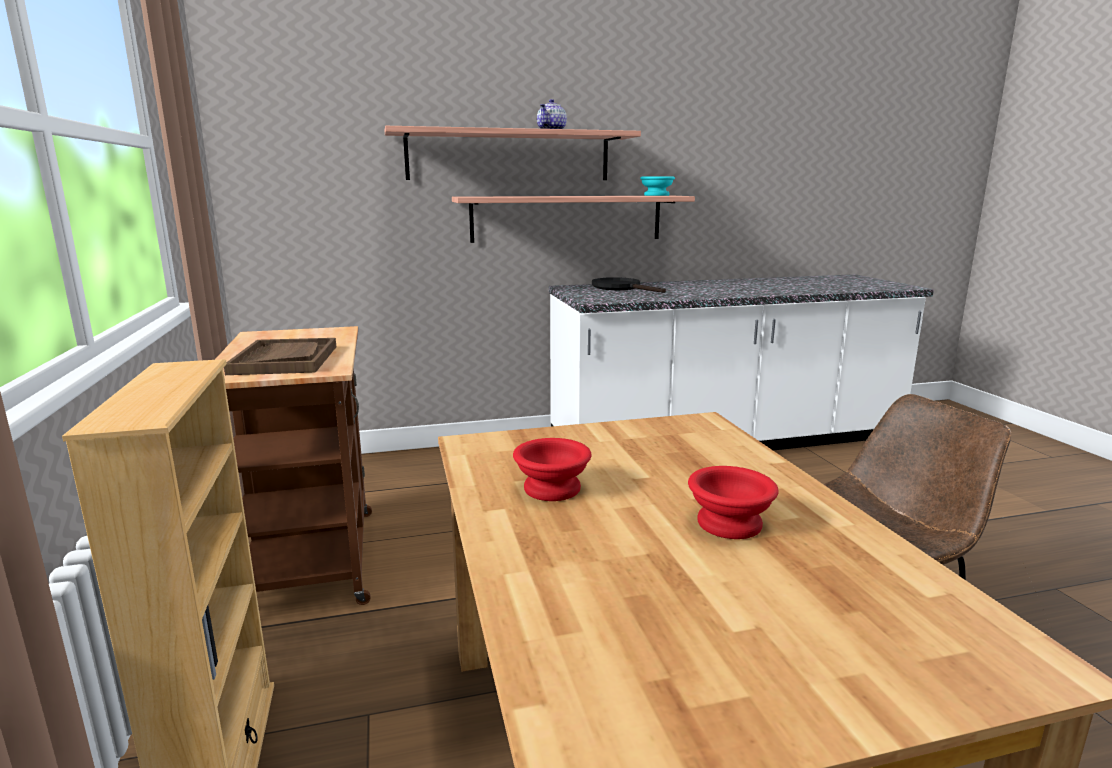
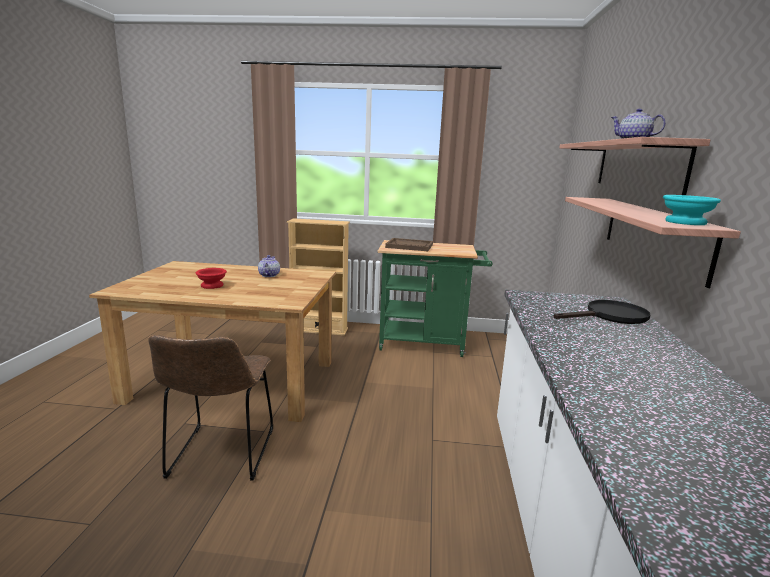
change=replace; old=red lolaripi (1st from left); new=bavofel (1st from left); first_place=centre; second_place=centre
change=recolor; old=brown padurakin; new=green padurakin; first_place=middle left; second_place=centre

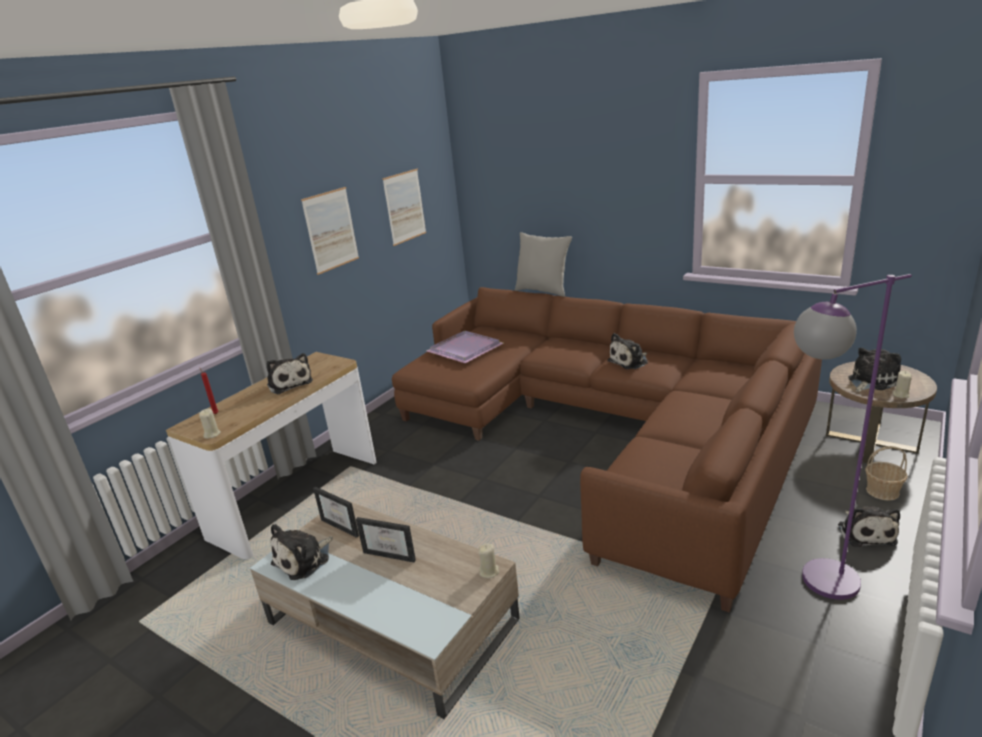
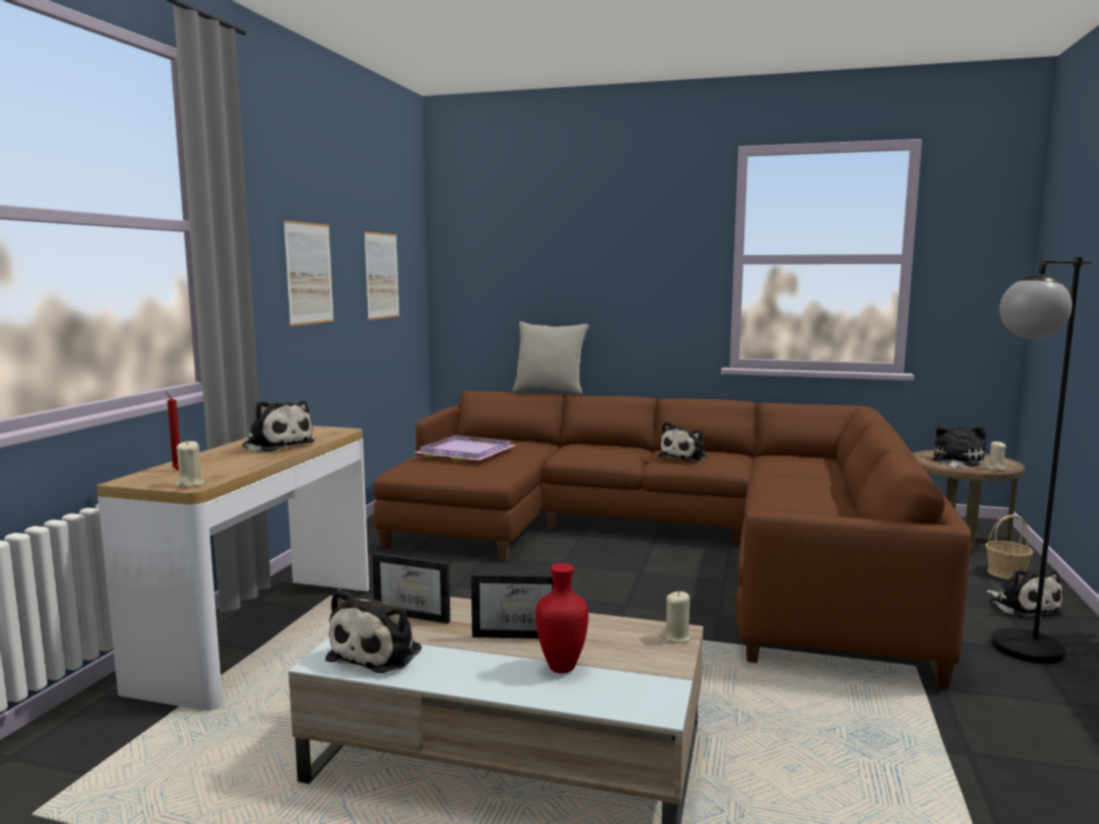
change=insert; new=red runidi; second_place=bottom centre
change=recolor; old=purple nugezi; new=black nugezi; first_place=middle right; second_place=middle right

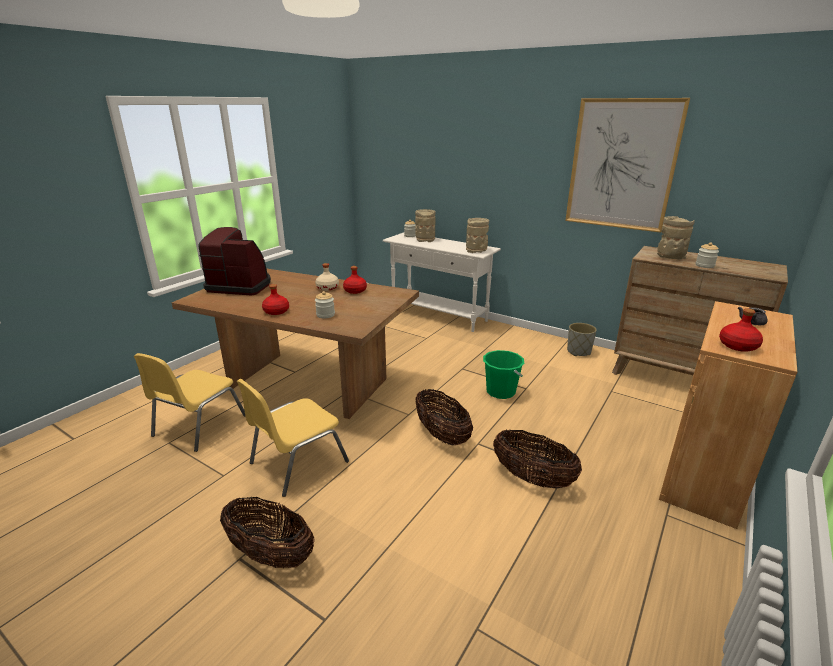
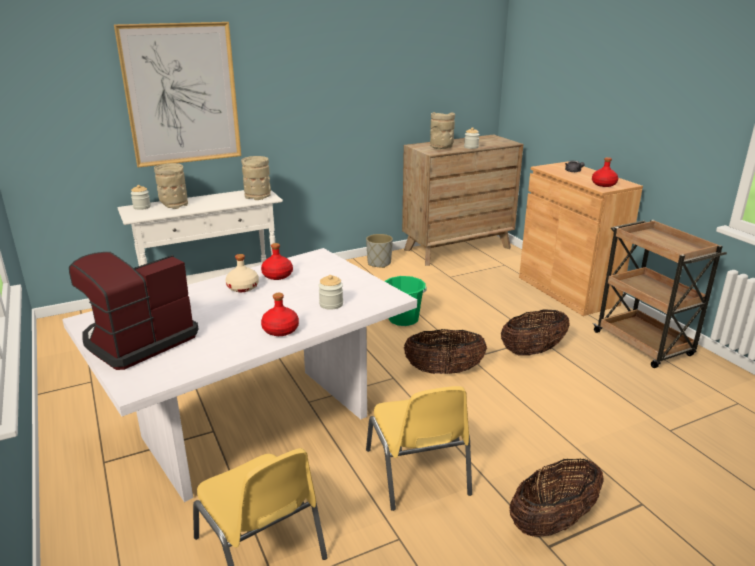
change=insert; new=brown padurakin; second_place=middle right
change=move; old=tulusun; first_place=top right; second_place=top left
change=recolor; old=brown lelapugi; new=white lelapugi; first_place=centre; second_place=middle left

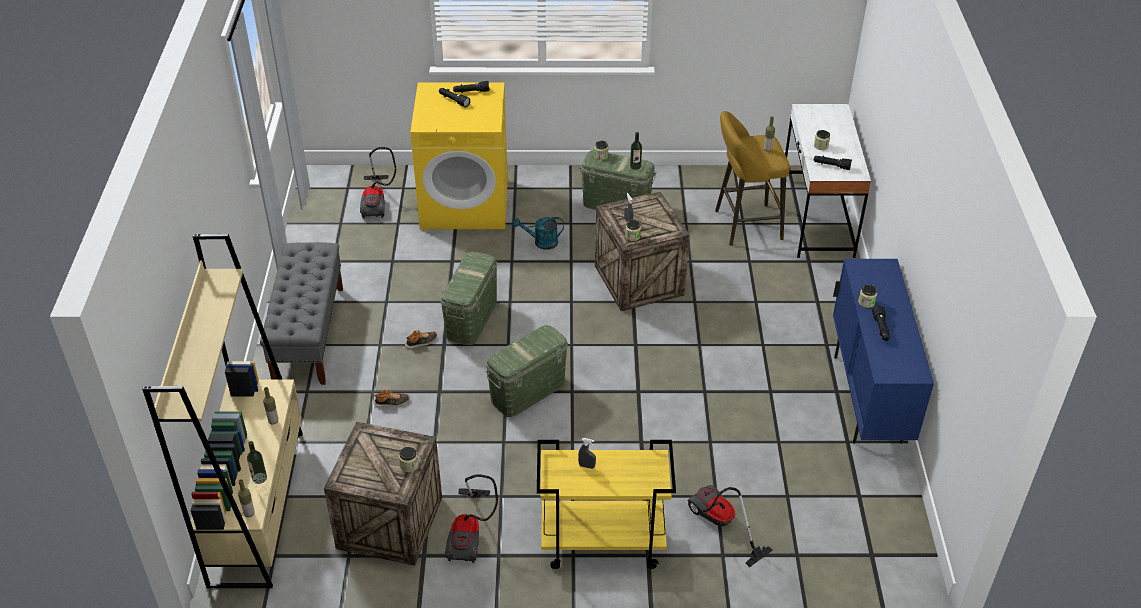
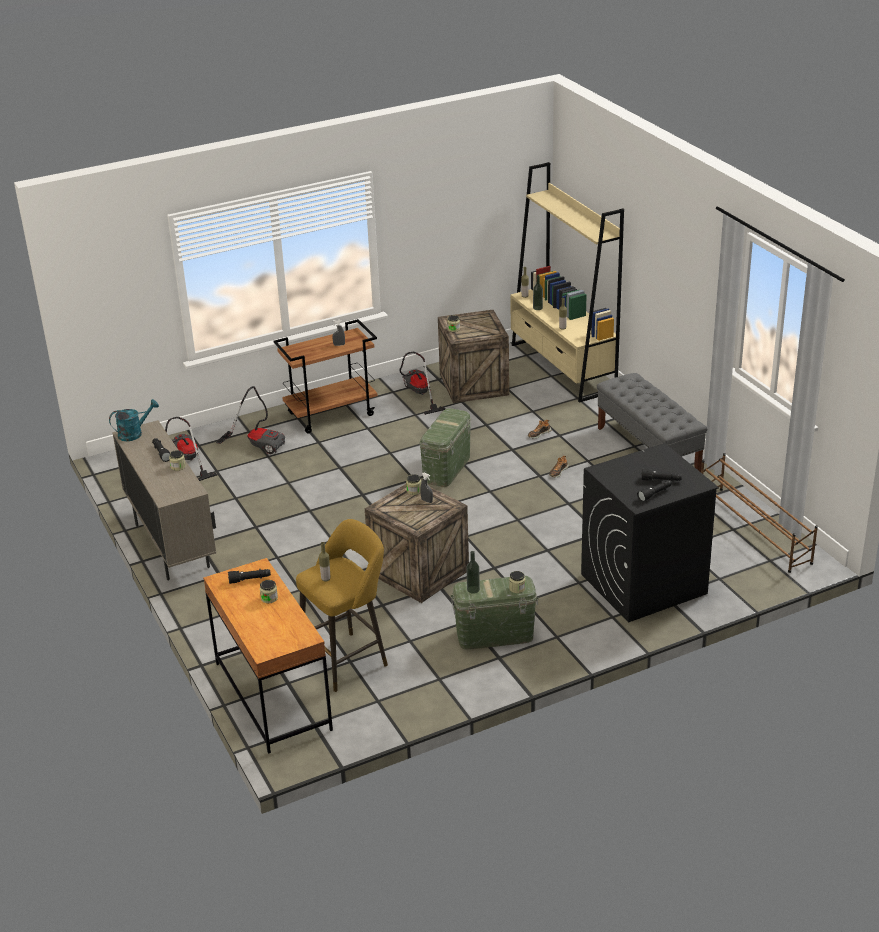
change=delete; old=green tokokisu (1st from left); first_place=centre
change=insert; new=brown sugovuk; second_place=middle right
change=move; old=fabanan (1st from left); first_place=top left; second_place=middle left
change=move; old=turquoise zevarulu; first_place=centre; second_place=middle left
change=recolor; old=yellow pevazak; new=black pevazak; first_place=top centre; second_place=middle right
change=recolor; old=yellow padurakin; new=brown padurakin; first_place=bottom centre; second_place=centre
change=recolor; old=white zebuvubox; new=brown zebuvubox; first_place=top right; second_place=bottom left
change=recolor; old=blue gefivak; new=beige gefivak; first_place=middle right; second_place=middle left

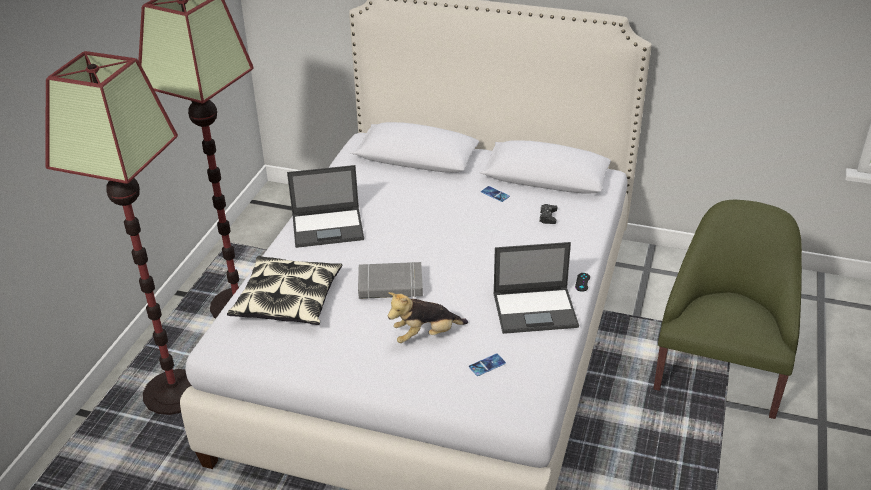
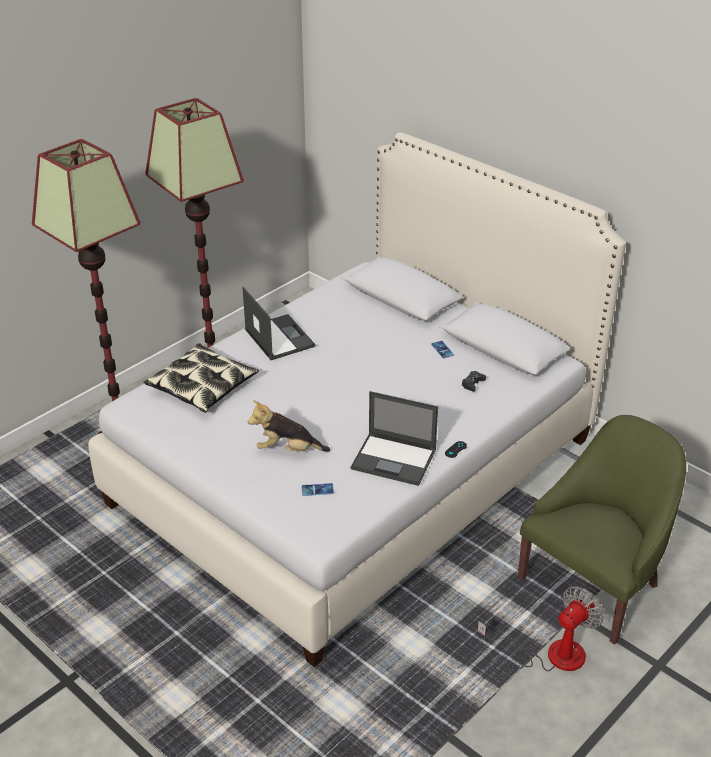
change=delete; old=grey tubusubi; first_place=centre
change=insert; new=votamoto; second_place=bottom right
change=rotate; old=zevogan (1st from left); first_place=centre; second_place=centre; degrees=-135

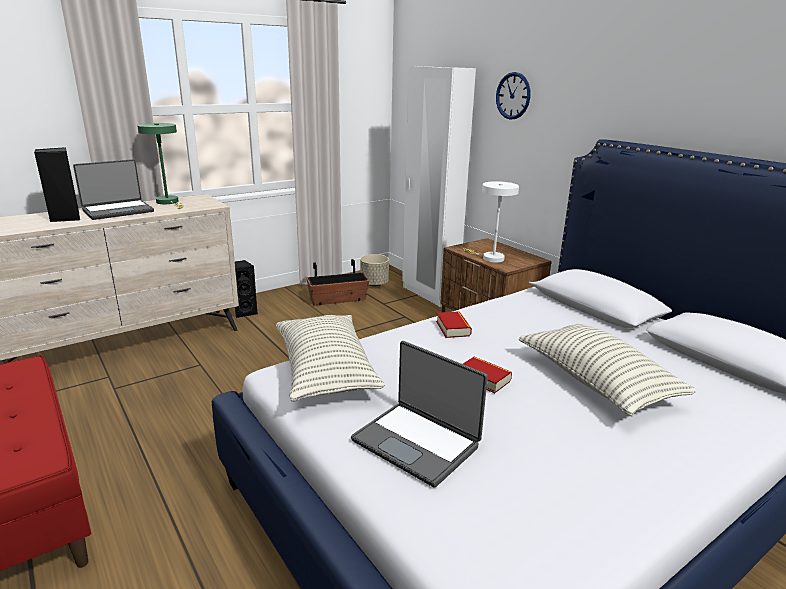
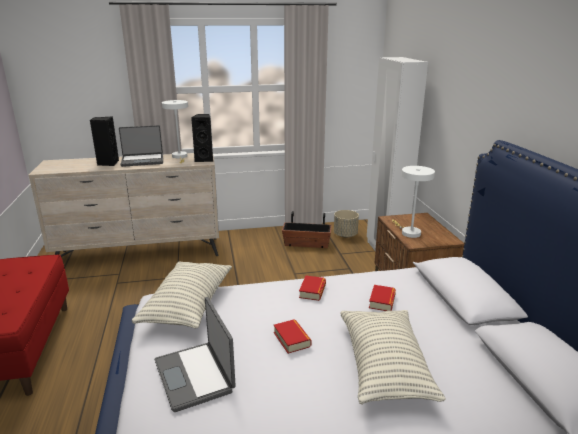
change=delete; old=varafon; first_place=top centre
change=insert; new=tubusubi (3rd from left); second_place=bottom centre
change=move; old=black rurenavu (2nd from left); first_place=middle left; second_place=top centre
change=recolor; old=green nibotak; new=white nibotak (1st from left); first_place=top left; second_place=top left

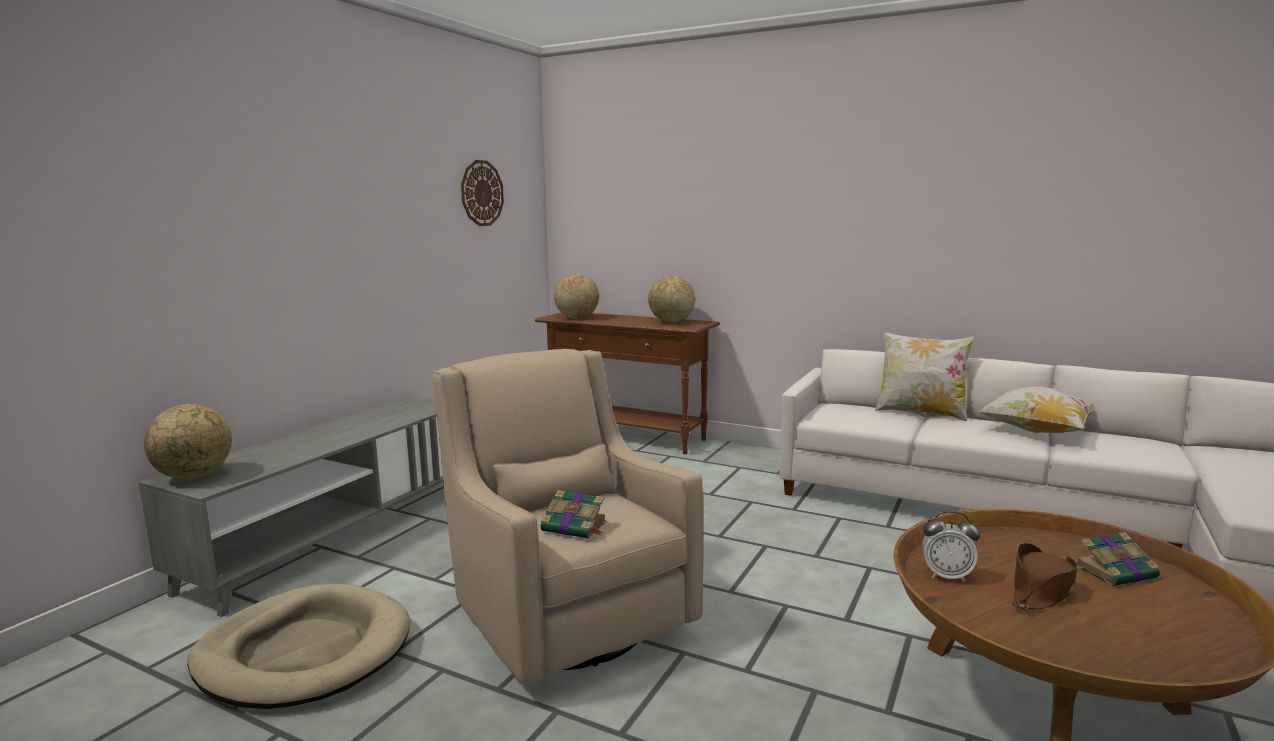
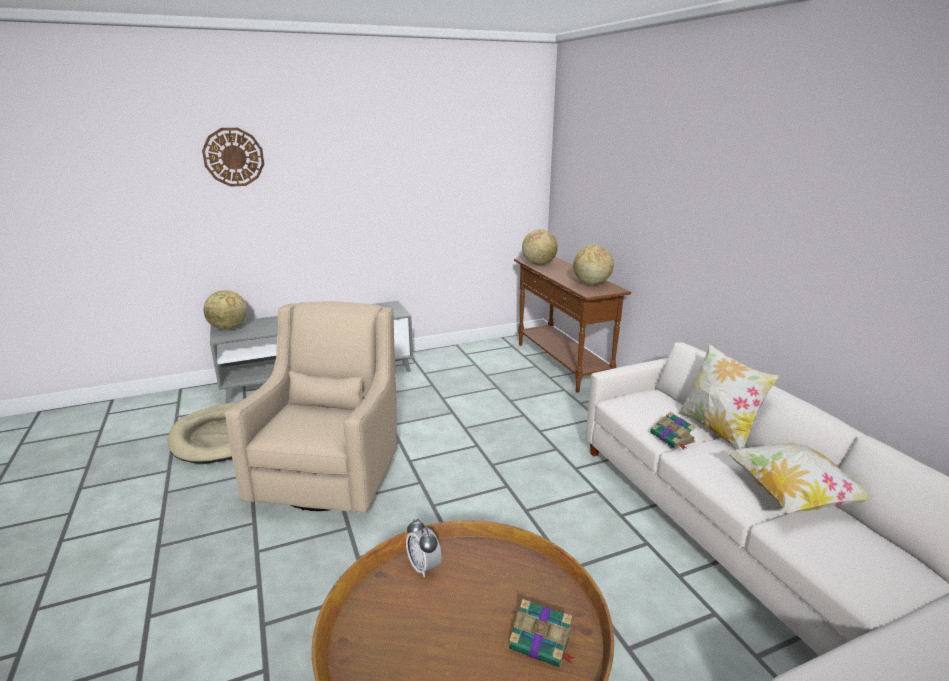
change=delete; old=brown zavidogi; first_place=bottom right
change=move; old=varafon; first_place=top centre; second_place=top left
change=move; old=tubusubi (1st from left in the first image); new=tubusubi (2nd from left); first_place=bottom centre; second_place=middle right

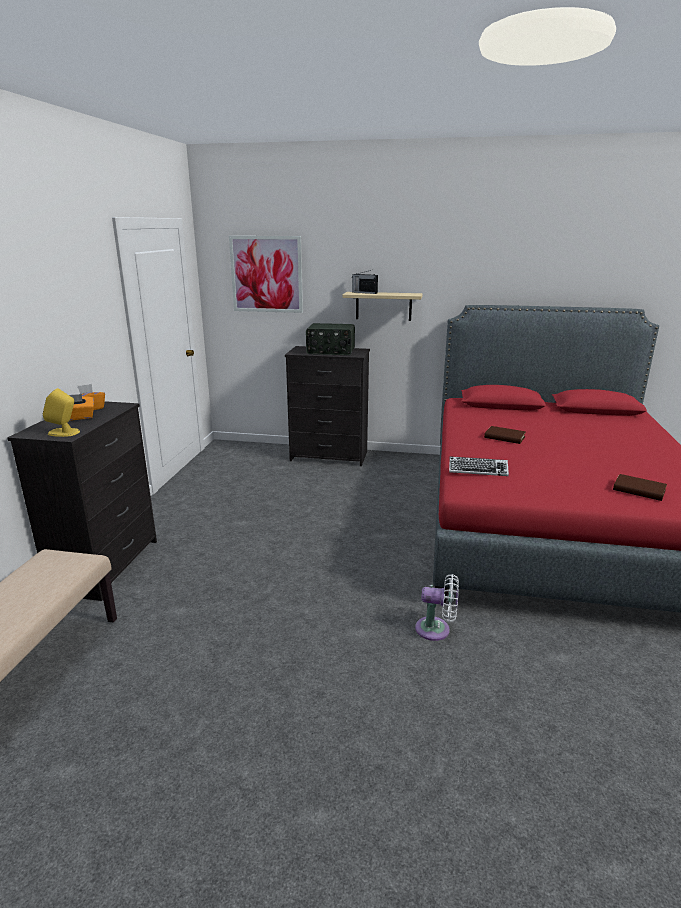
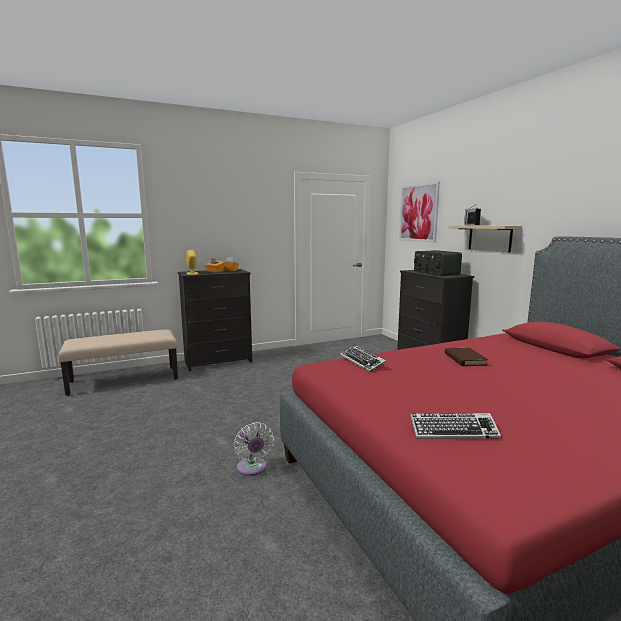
change=replace; old=brown tubusubi (2nd from left); new=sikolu (2nd from left); first_place=middle right; second_place=bottom right

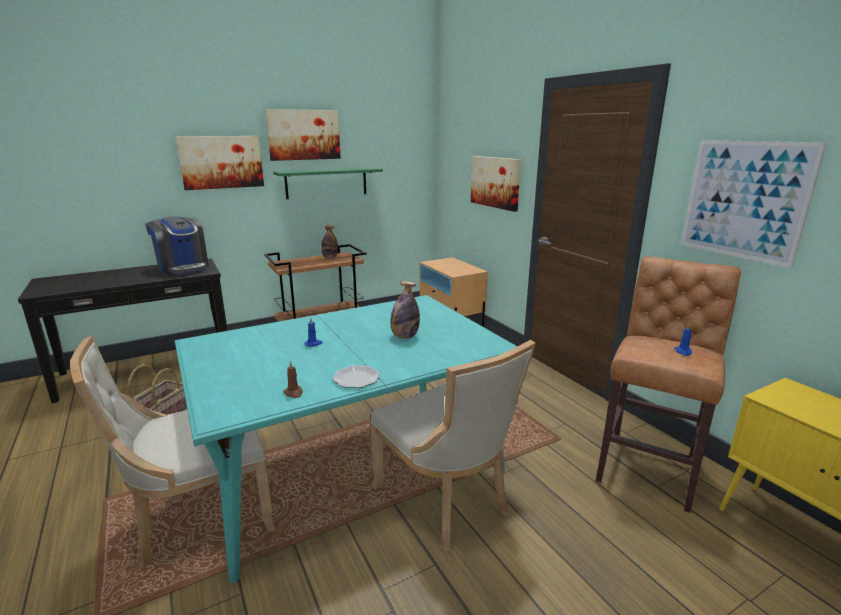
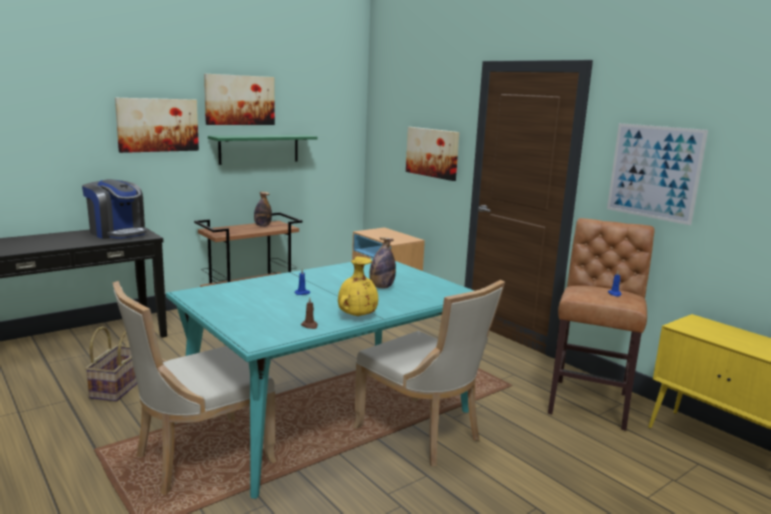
change=replace; old=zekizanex; new=yellow runidi; first_place=centre; second_place=centre

